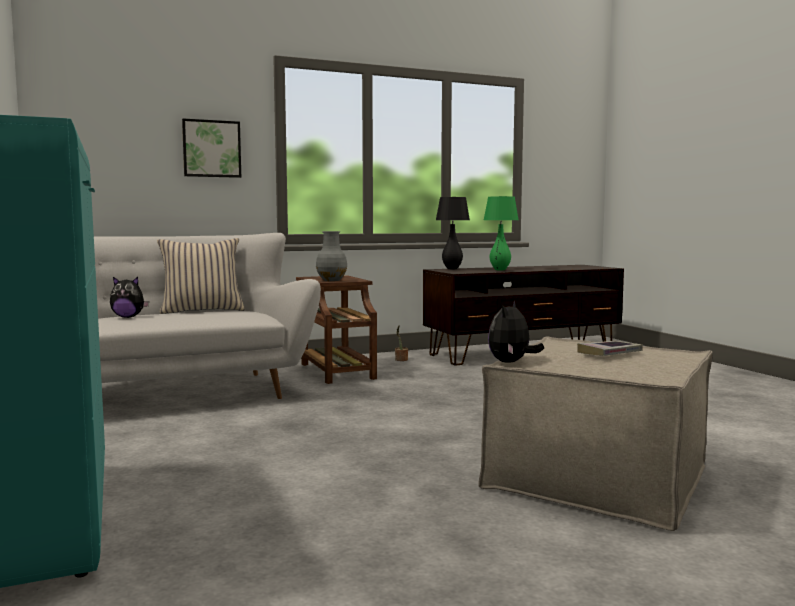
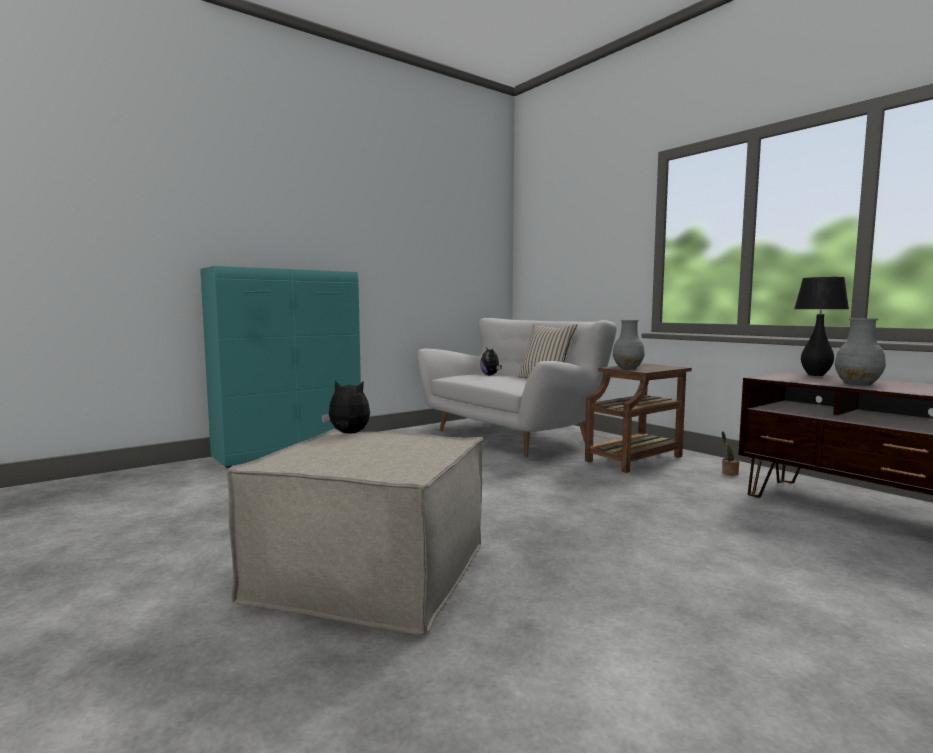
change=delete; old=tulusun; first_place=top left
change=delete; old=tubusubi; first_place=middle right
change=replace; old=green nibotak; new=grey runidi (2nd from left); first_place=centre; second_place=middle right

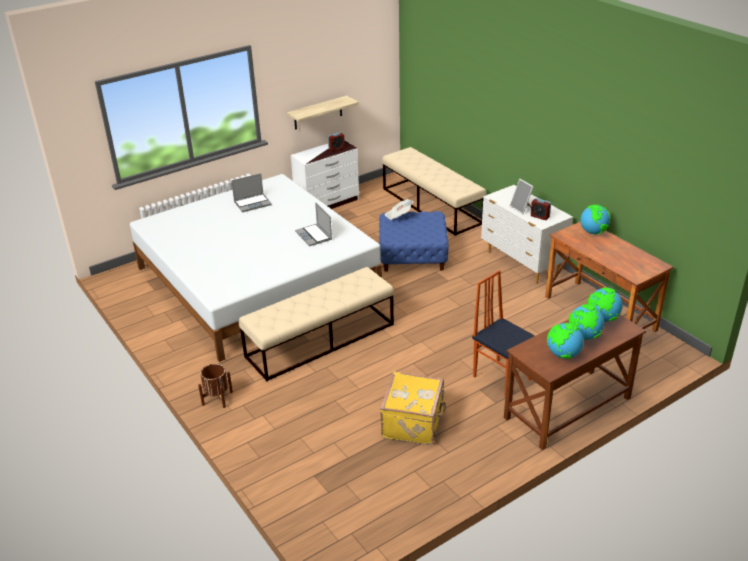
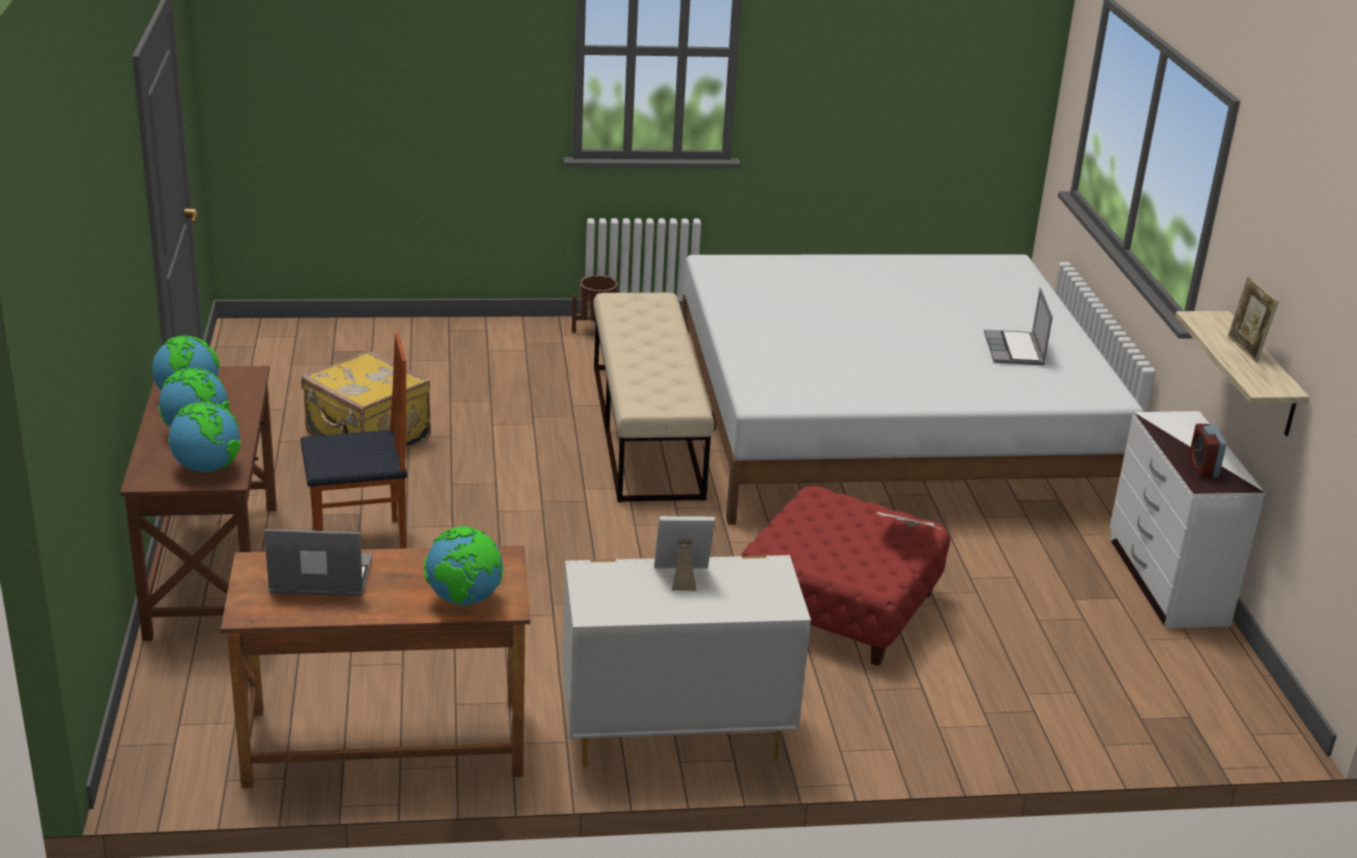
change=delete; old=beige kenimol (2nd from left); first_place=centre
change=delete; old=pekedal (2nd from left); first_place=middle right
change=insert; new=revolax (2nd from left); second_place=middle right
change=move; old=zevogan (2nd from left in the first image); new=zevogan (1st from left); first_place=centre; second_place=middle left
change=recolor; old=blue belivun; new=red belivun; first_place=centre; second_place=bottom centre

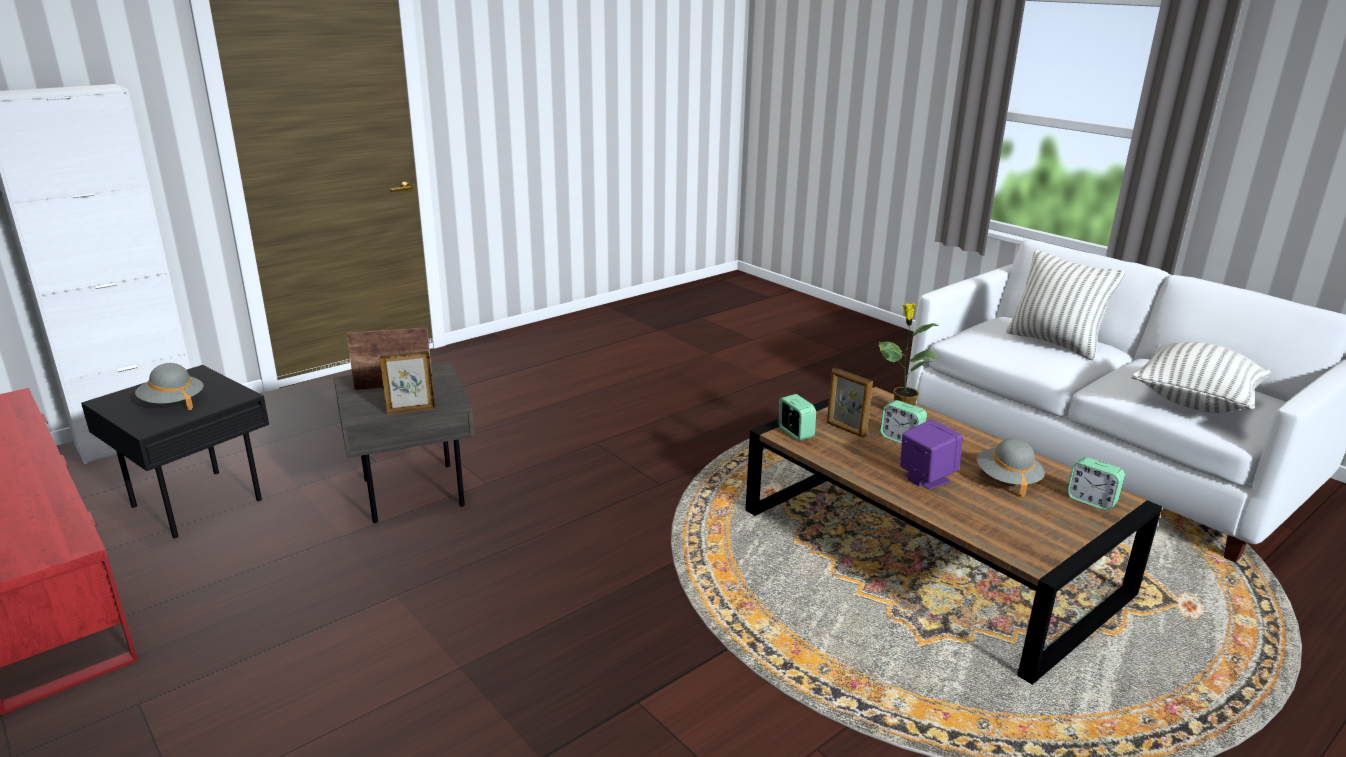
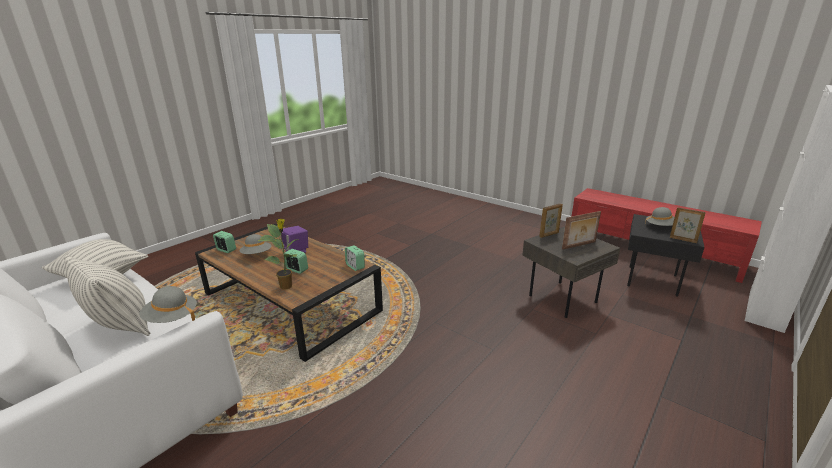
change=insert; new=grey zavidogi (1st from left); second_place=middle left
change=move; old=revolax (3rd from left); first_place=centre; second_place=middle right

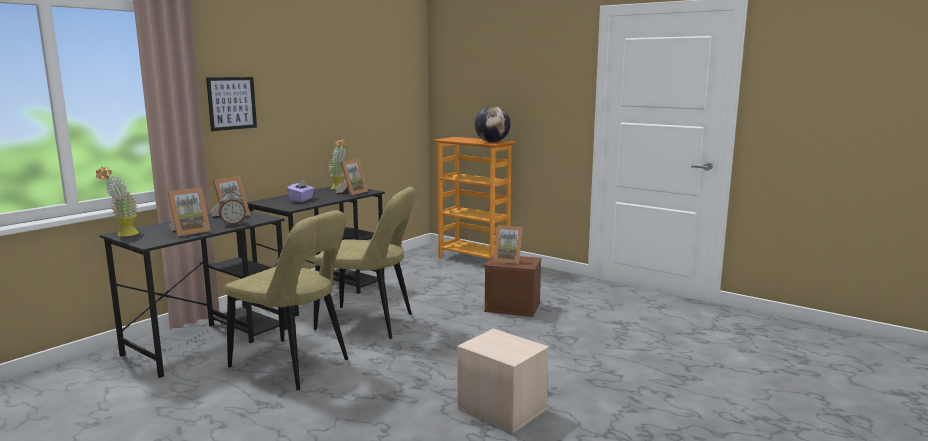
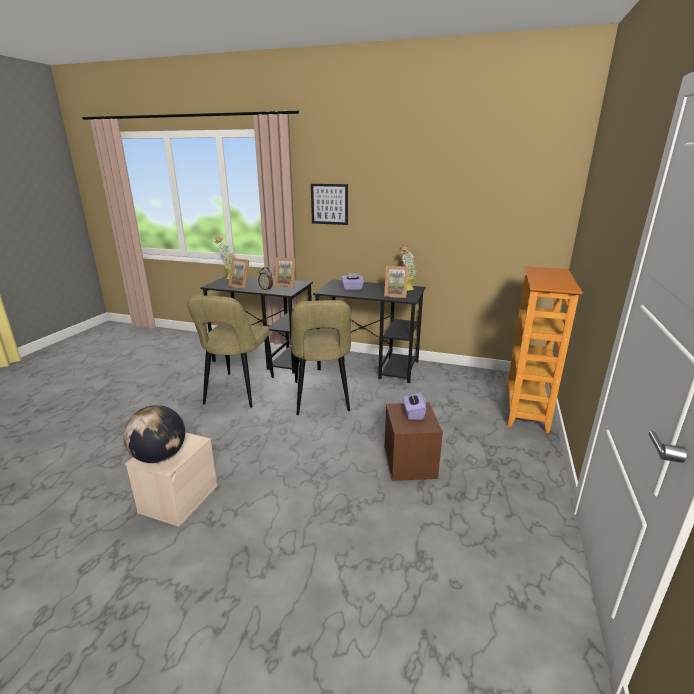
change=move; old=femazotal; first_place=top centre; second_place=middle left
change=replace; old=revolax (4th from left); new=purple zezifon (2nd from left); first_place=centre; second_place=centre

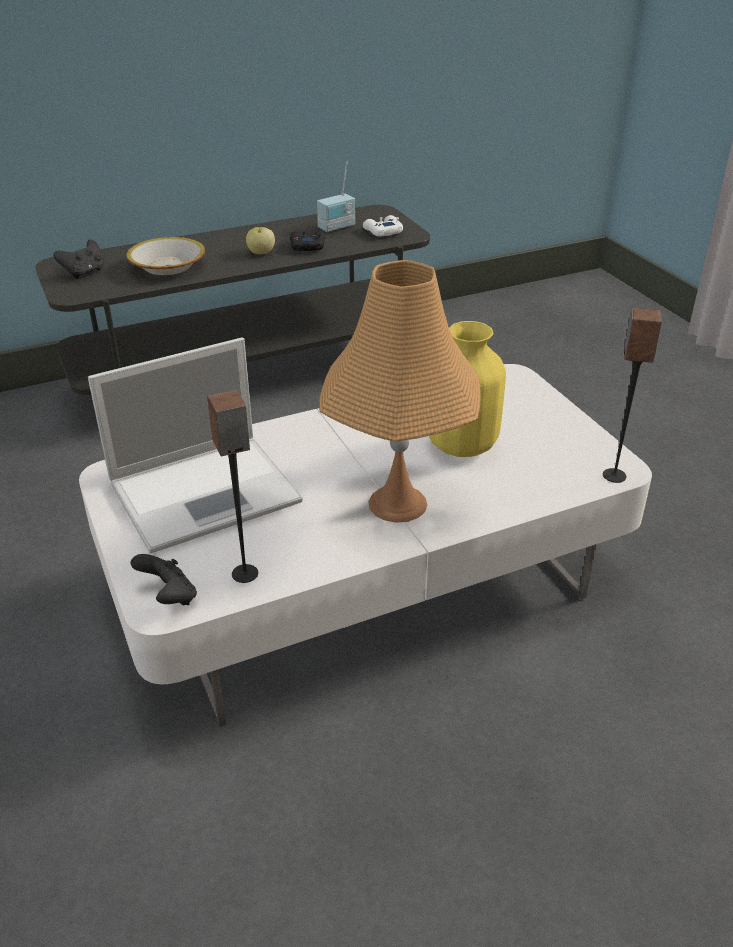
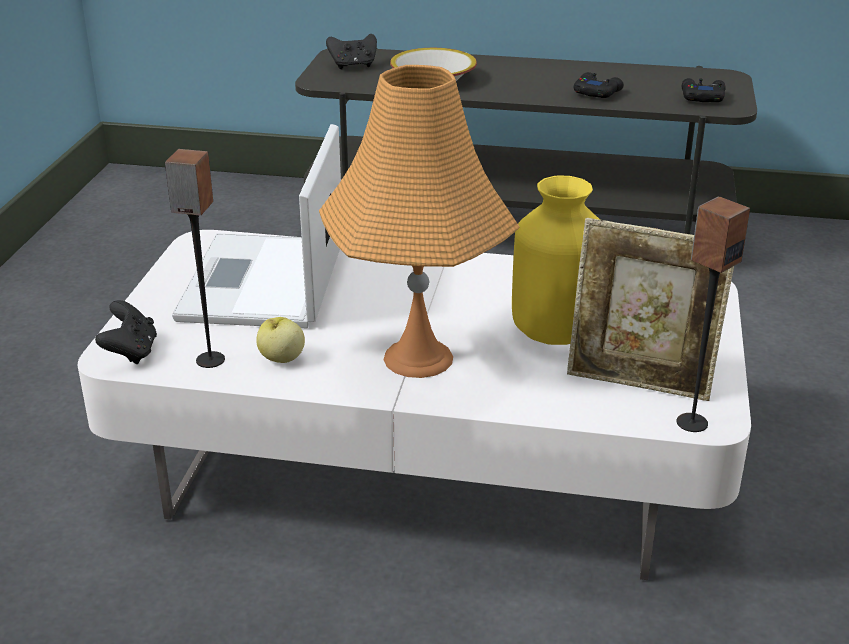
change=delete; old=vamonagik; first_place=top centre
change=insert; new=revolax; second_place=middle right
change=move; old=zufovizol; first_place=top centre; second_place=middle left
change=recolor; old=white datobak; new=black datobak (4th from left); first_place=top centre; second_place=top right
change=rotate; old=zevogan; first_place=middle left; second_place=middle left; degrees=90

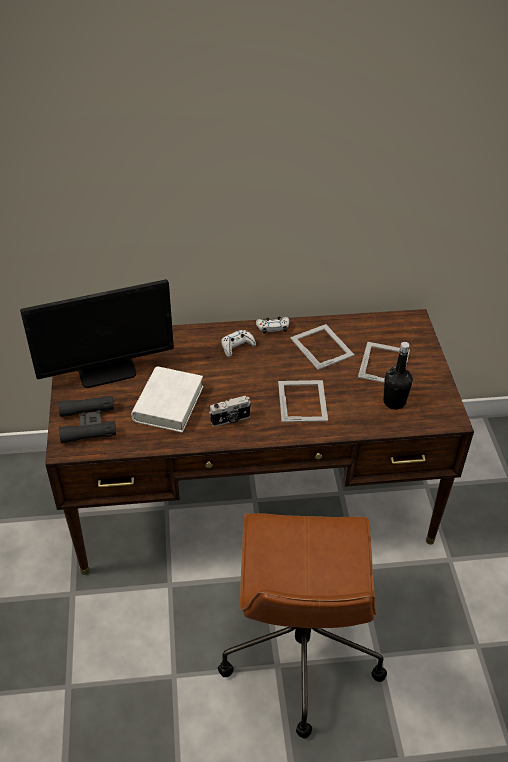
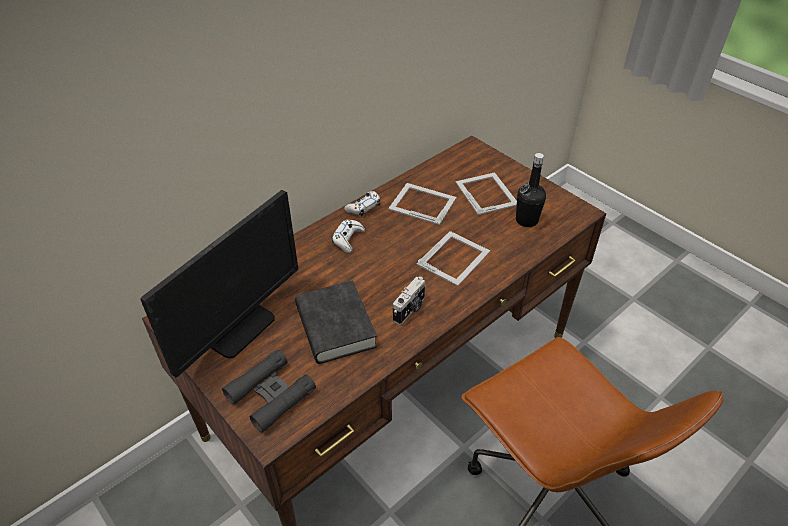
change=recolor; old=white tubusubi; new=black tubusubi; first_place=middle left; second_place=centre
change=rotate; old=revolax (1st from left in the first image); first_place=centre; second_place=centre; degrees=75

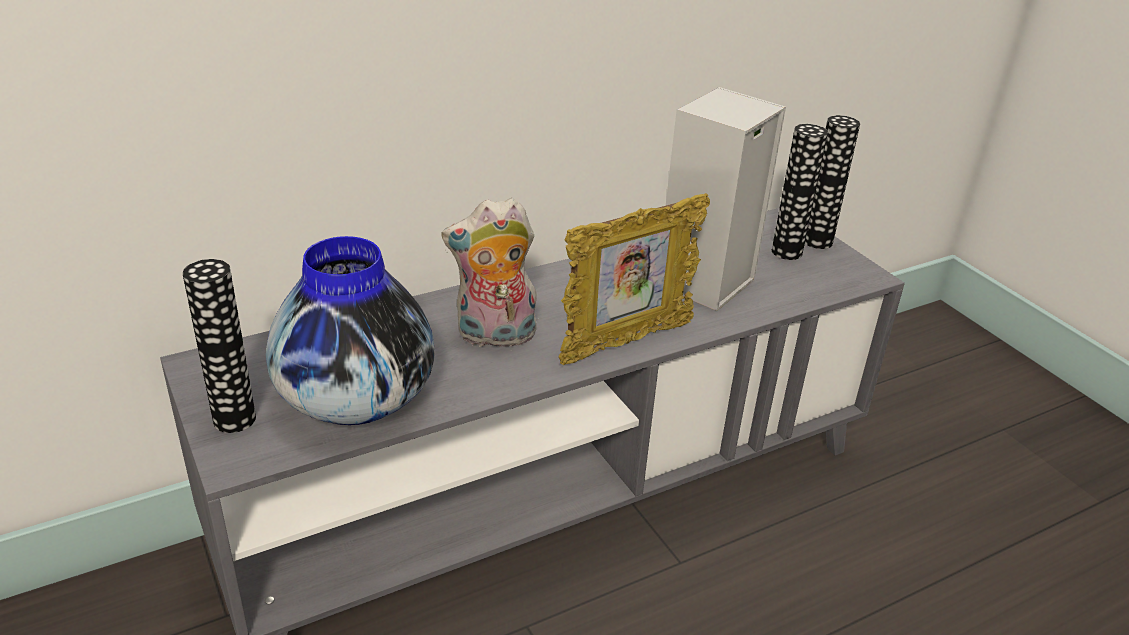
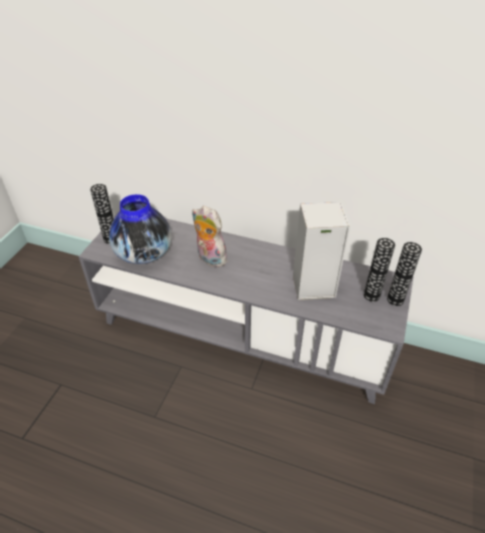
change=delete; old=revolax; first_place=centre

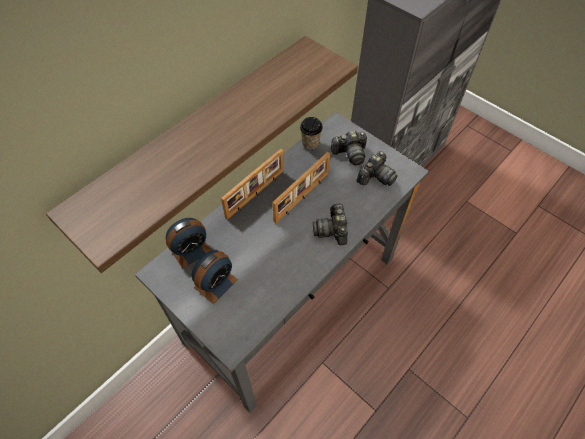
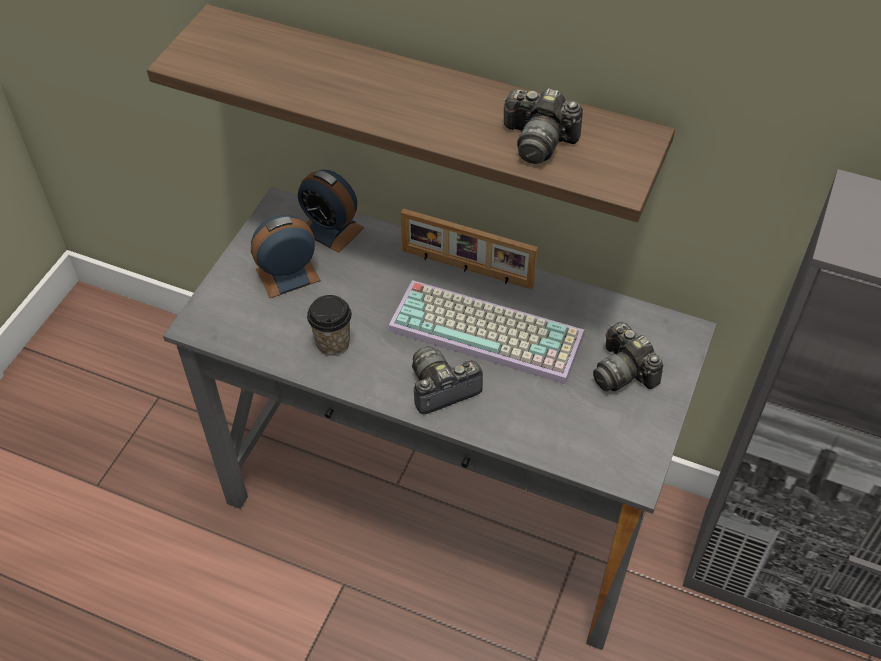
change=move; old=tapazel; first_place=top centre; second_place=centre
change=move; old=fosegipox (3rd from left in the first image); new=fosegipox (2nd from left); first_place=centre; second_place=top centre
change=replace; old=revolax (2nd from left); new=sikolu; first_place=centre; second_place=centre
change=rotate; old=pekedal (2nd from left in the first image); first_place=centre; second_place=middle left; degrees=135

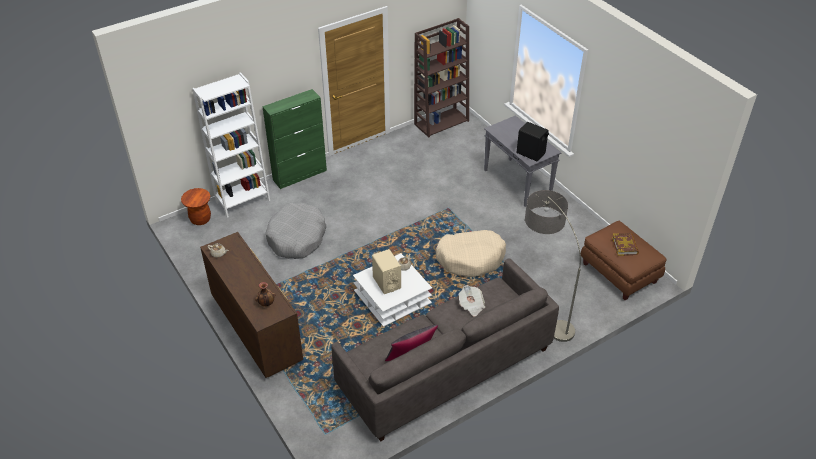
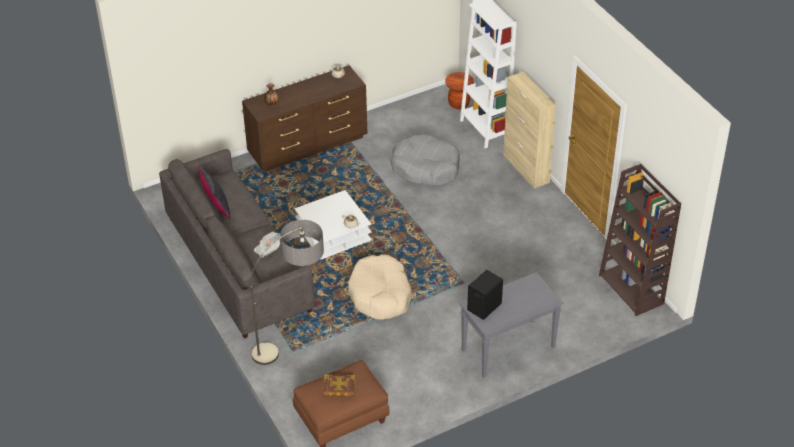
change=delete; old=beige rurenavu; first_place=centre
change=recolor; old=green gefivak; new=beige gefivak; first_place=top centre; second_place=top right

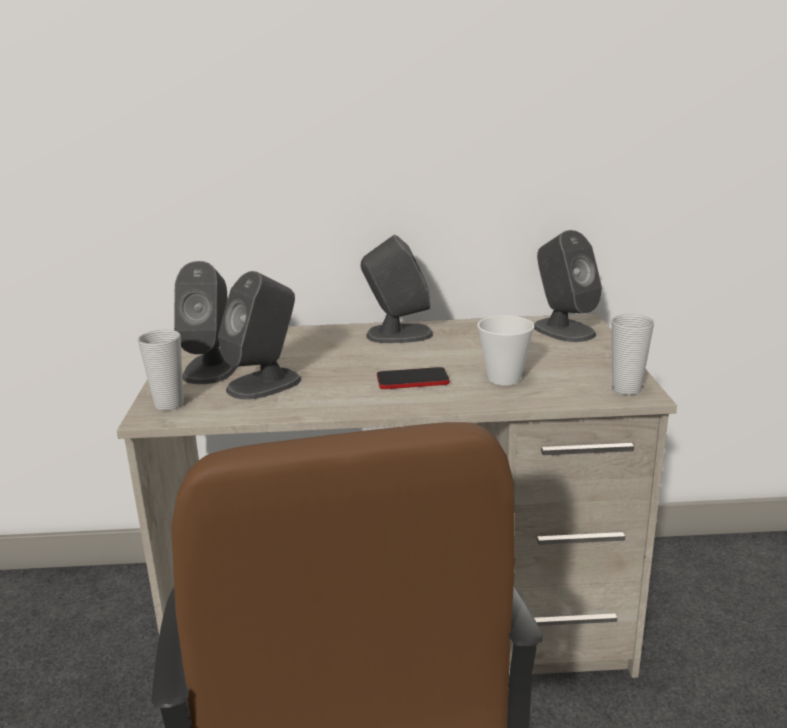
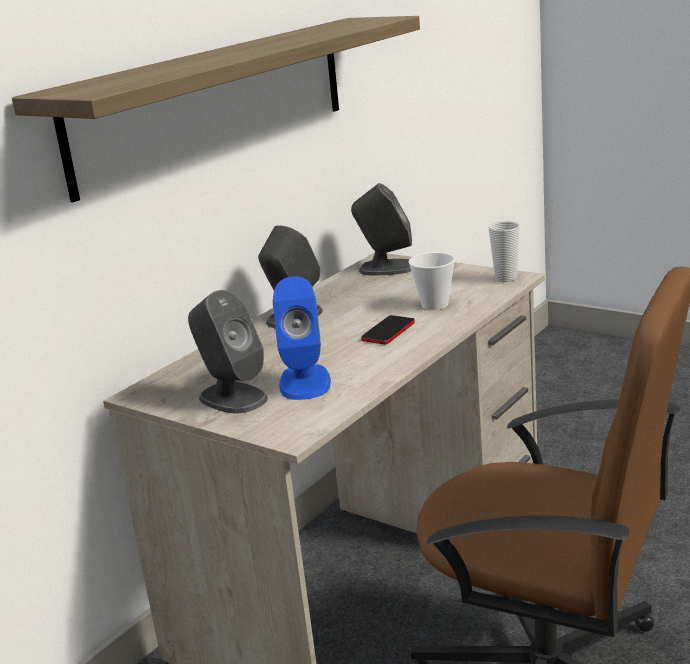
change=delete; old=tapazel (1st from left); first_place=middle left
change=insert; new=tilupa; second_place=top left
change=recolor; old=grey rurenavu (2nd from left); new=blue rurenavu; first_place=middle left; second_place=centre

